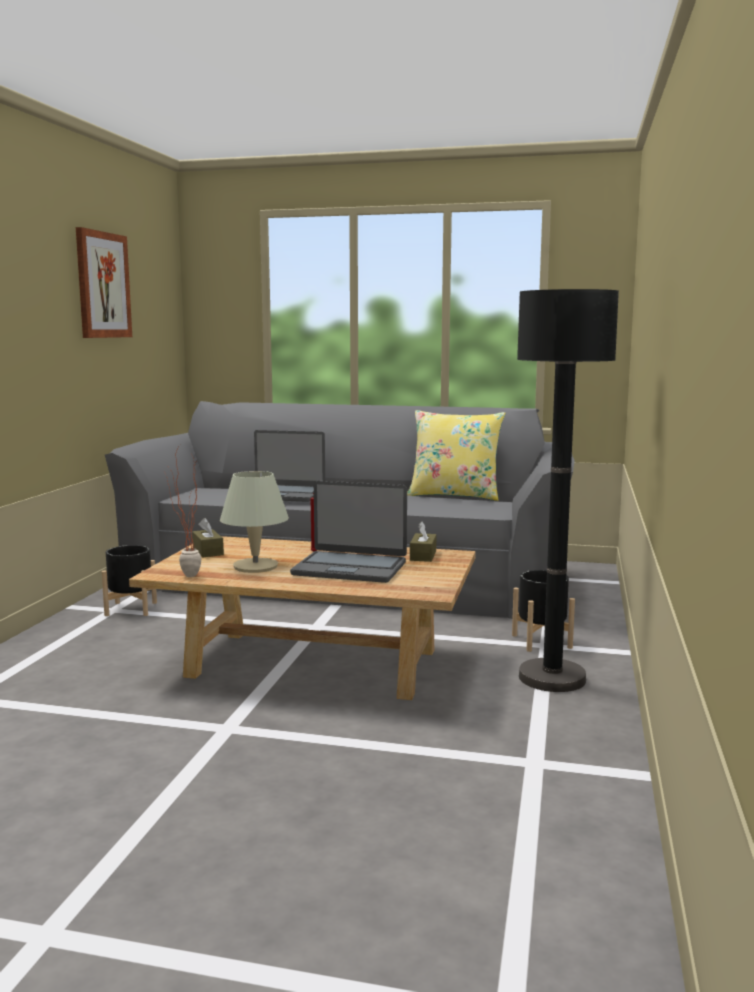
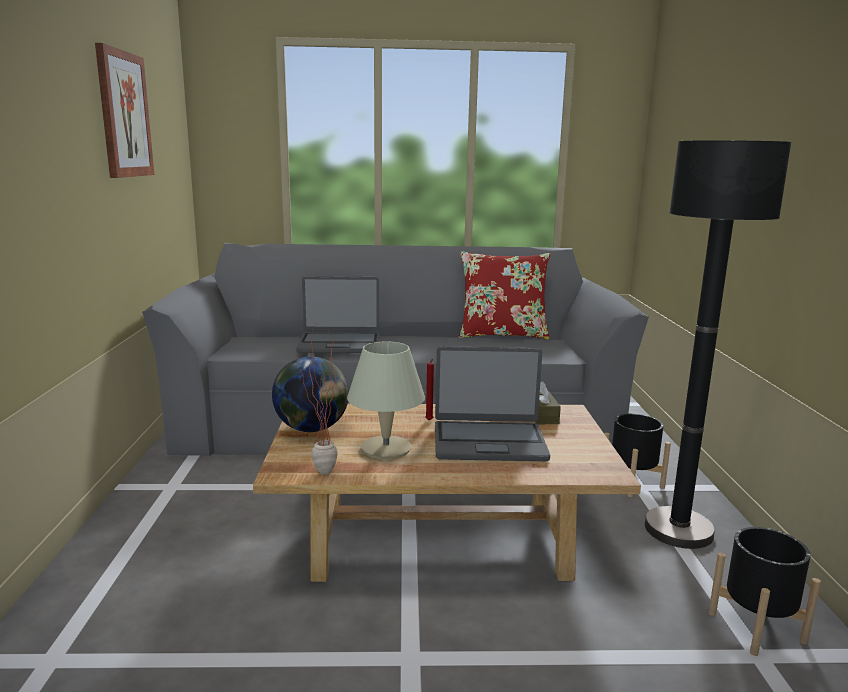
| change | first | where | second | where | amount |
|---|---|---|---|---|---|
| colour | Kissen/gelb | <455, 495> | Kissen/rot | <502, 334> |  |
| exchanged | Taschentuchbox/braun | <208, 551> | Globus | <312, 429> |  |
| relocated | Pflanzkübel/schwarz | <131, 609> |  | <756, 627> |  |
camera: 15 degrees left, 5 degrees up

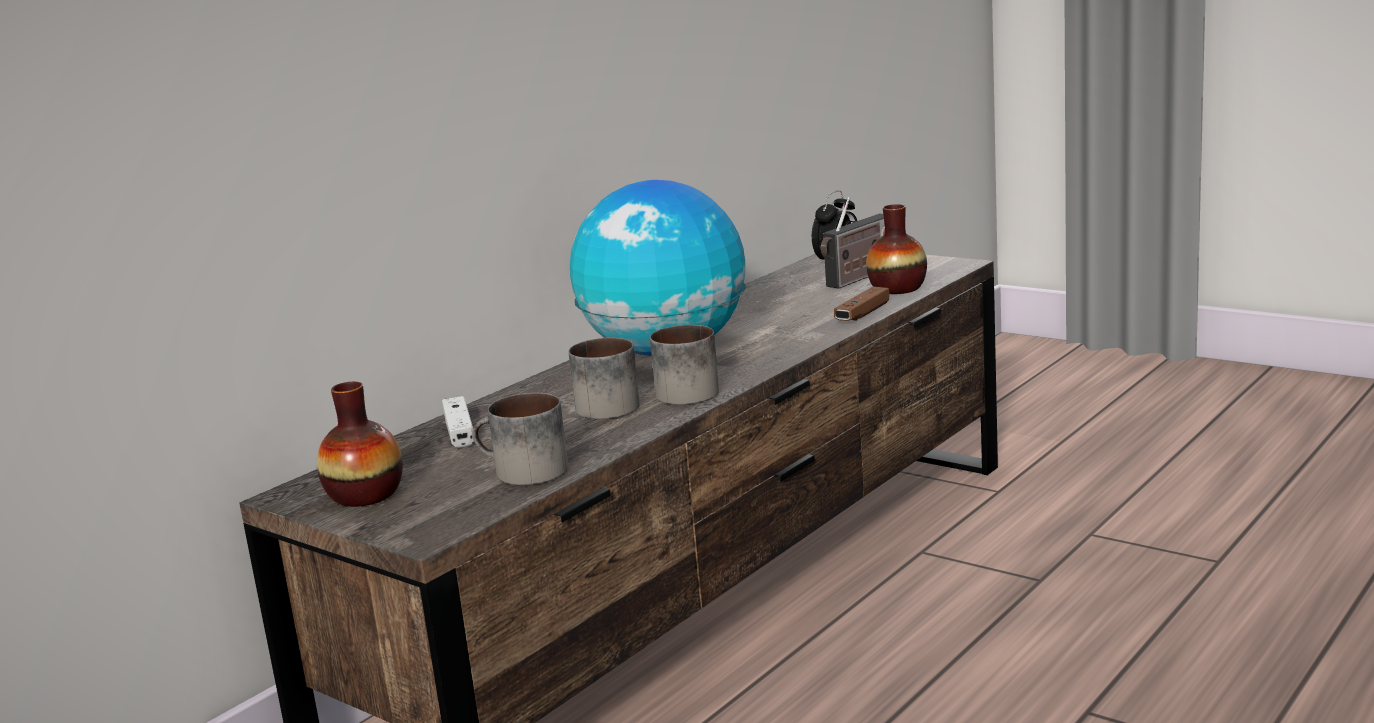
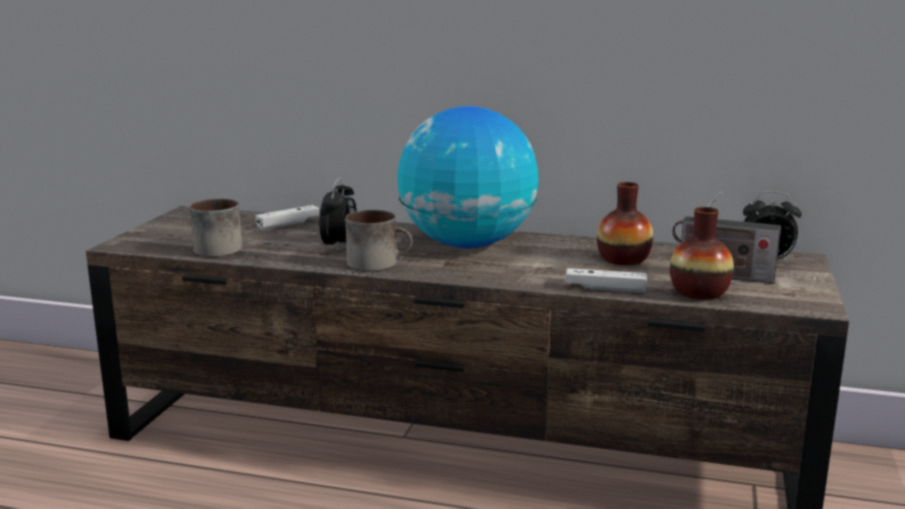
| change | first | where | second | where | amount |
|---|---|---|---|---|---|
| colour | Gamepad/braun | <862, 314> | Gamepad/weiß | <605, 289> |  |
| exchanged | Henkelbecher | <599, 407> | Wecker | <339, 246> |  |
| relocated | Vase | <365, 495> |  | <623, 259> |  |
camera: 65 degrees right, 0 degrees up

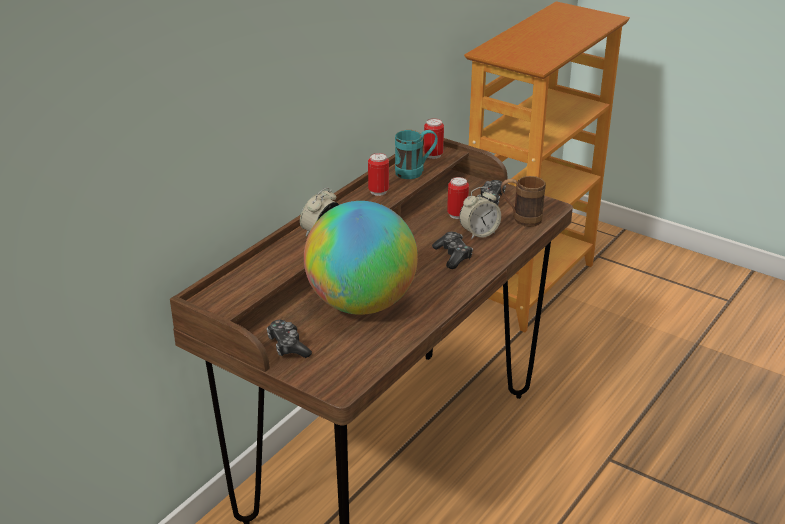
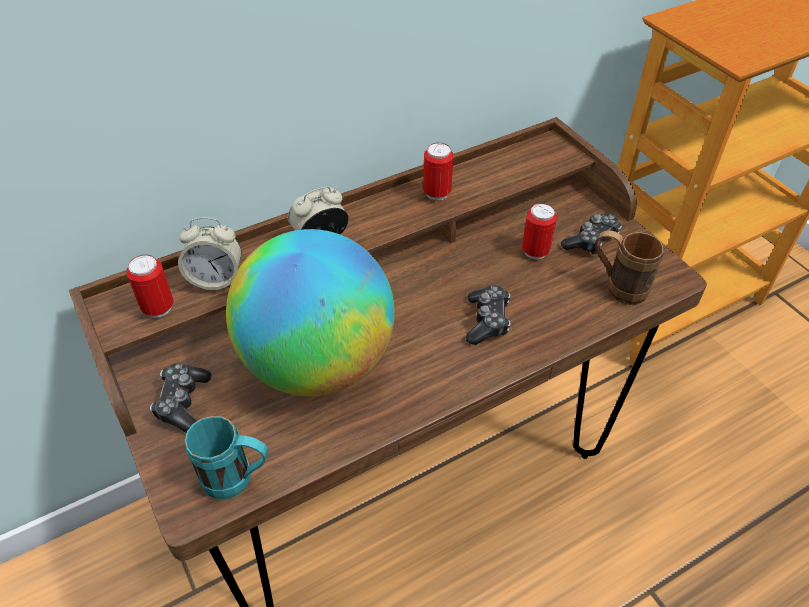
| change | first | where | second | where | amount |
|---|---|---|---|---|---|
| relocated | Dose | <433, 155> |  | <158, 308> |  |
| relocated | Henkelbecher/türkis | <415, 172> |  | <238, 480> |  |
| relocated | Wecker | <479, 233> |  | <216, 279> |  |
camera: 25 degrees right, 15 degrees up

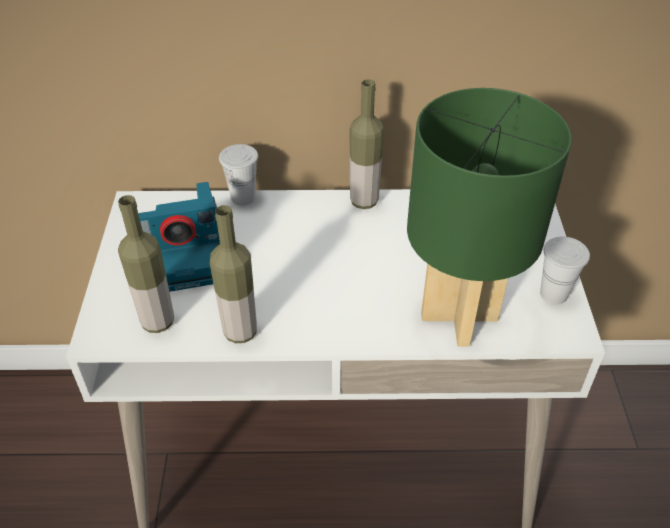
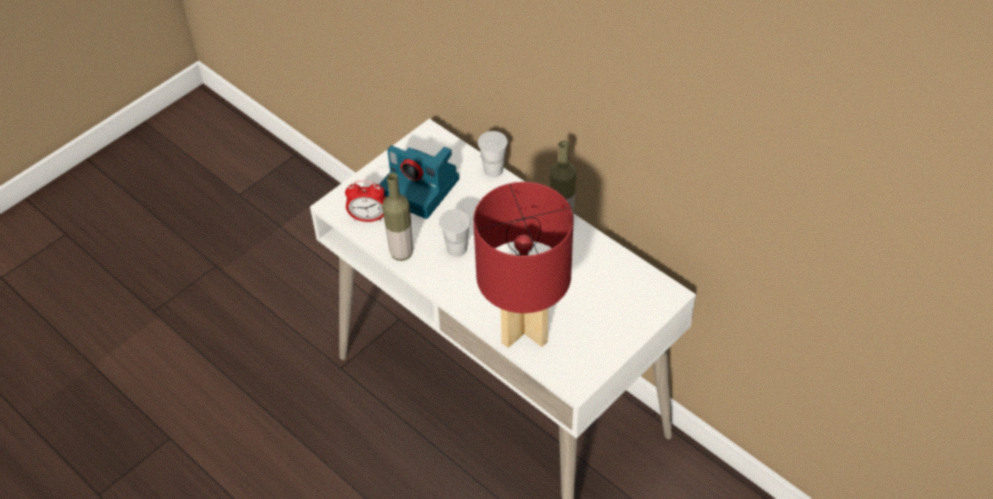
| change | first | where | second | where | amount |
|---|---|---|---|---|---|
| colour | Tischlampe/grün | <458, 315> | Tischlampe/rot | <524, 328> |  |
| exchanged | Flasche | <158, 322> | Wecker | <368, 218> |  |
| relocated | Tasse/weiß | <553, 294> |  | <457, 249> |  |
camera: 45 degrees right, 5 degrees up

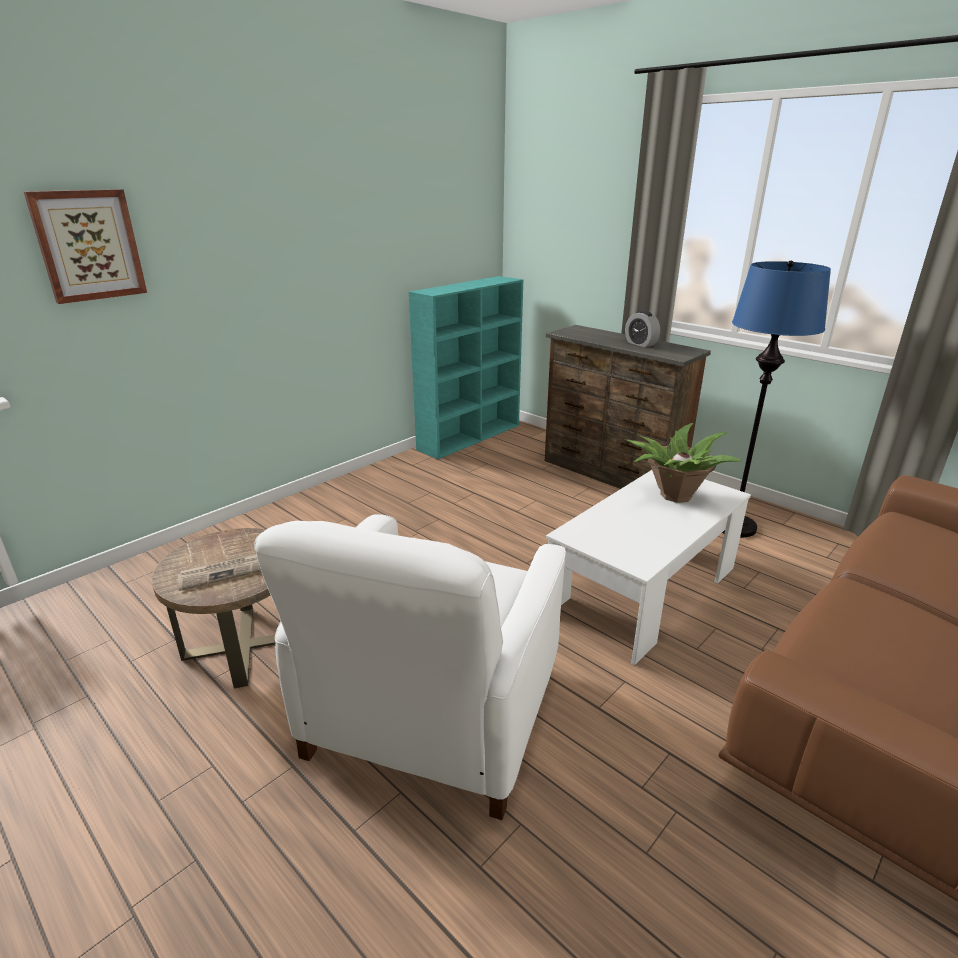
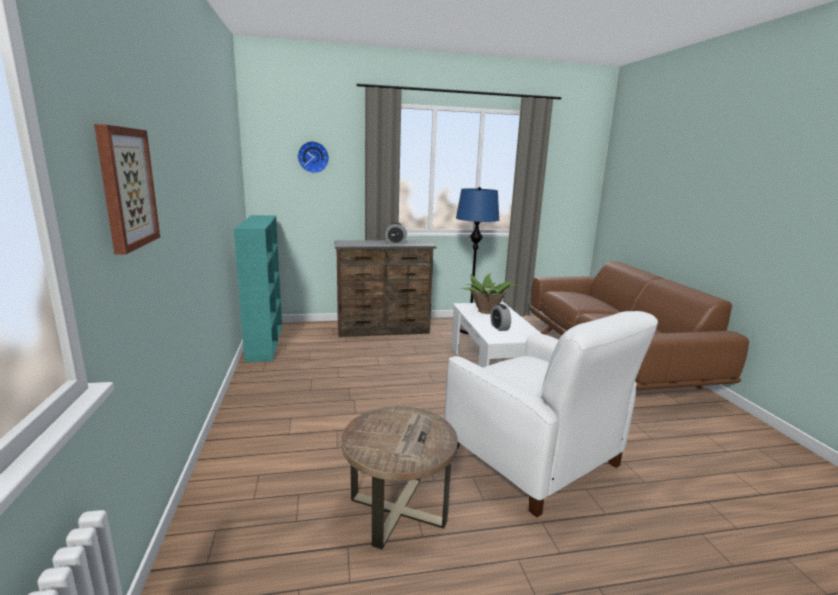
| change | first | where | second | where | amount |
|---|---|---|---|---|---|
| appeared |  |  | Wanduhr | <313, 157> |  |
| appeared |  |  | Wecker | <499, 327> |  |
camera: 55 degrees left, 10 degrees down

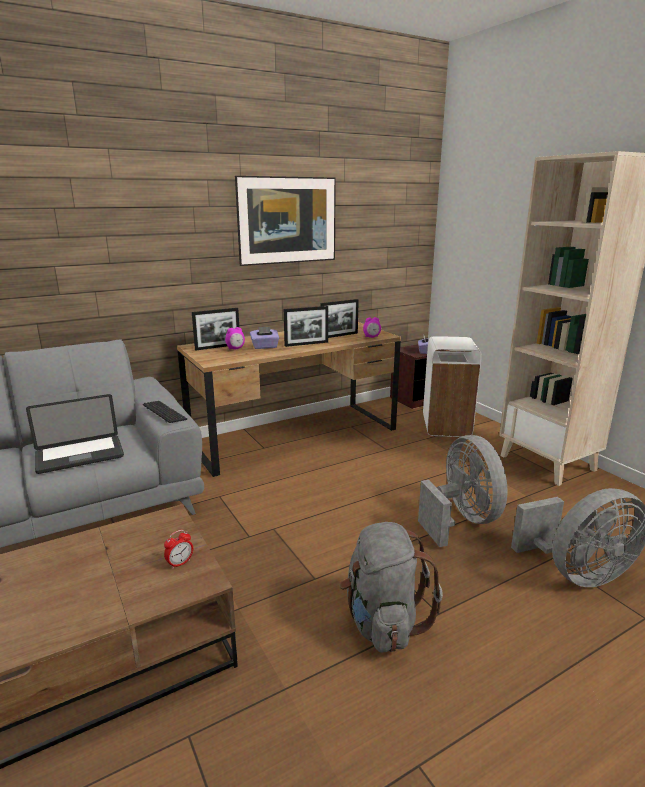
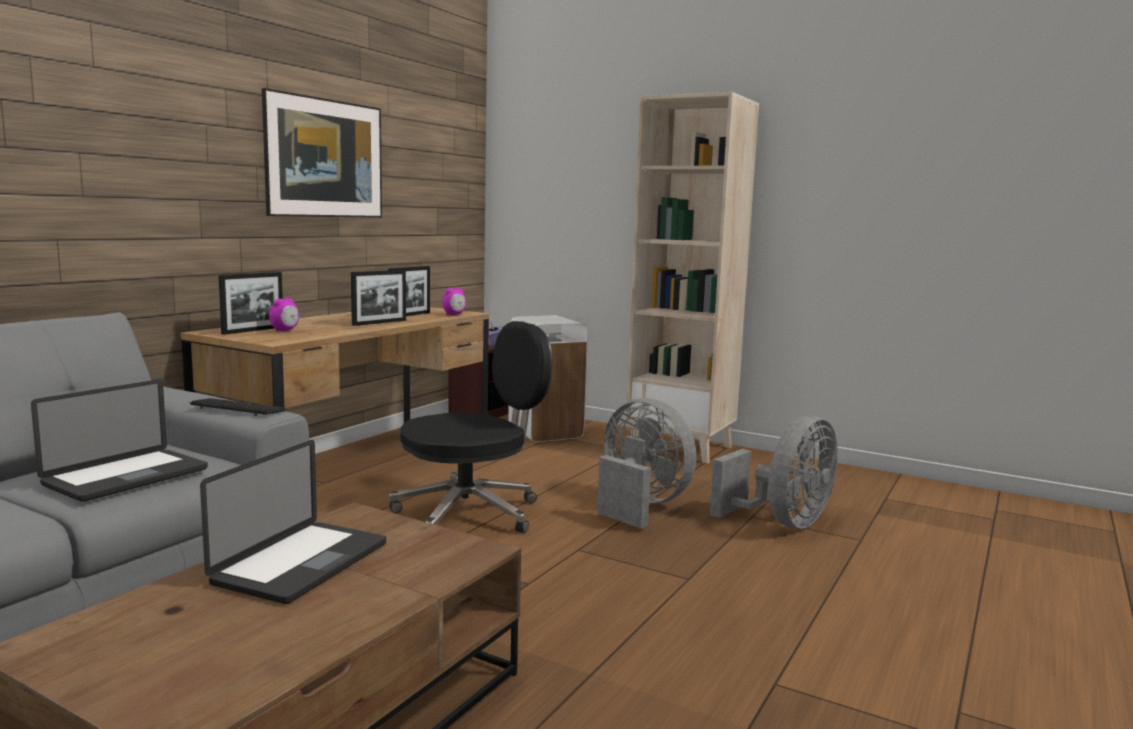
| change | first | where | second | where | amount |
|---|---|---|---|---|---|
| missing | Taschentuchbox/lila | <265, 347> |  |  |  |
| missing | Rucksack/grau | <383, 622> |  |  |  |
| missing | Wecker | <180, 563> |  |  |  |
| appeared |  |  | Bürostuhl/schwarz | <471, 513> |  |
| appeared |  |  | Laptop | <302, 563> |  |
camera: 30 degrees left, 10 degrees down

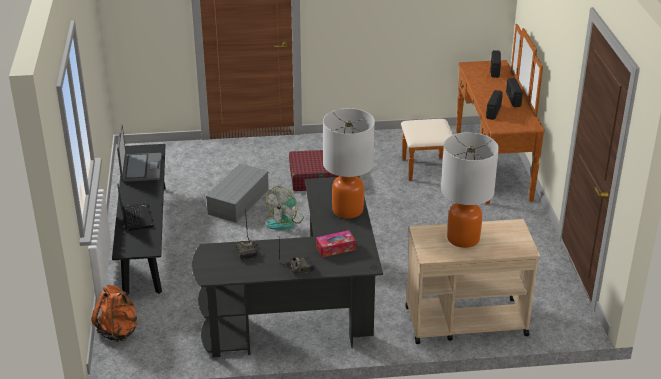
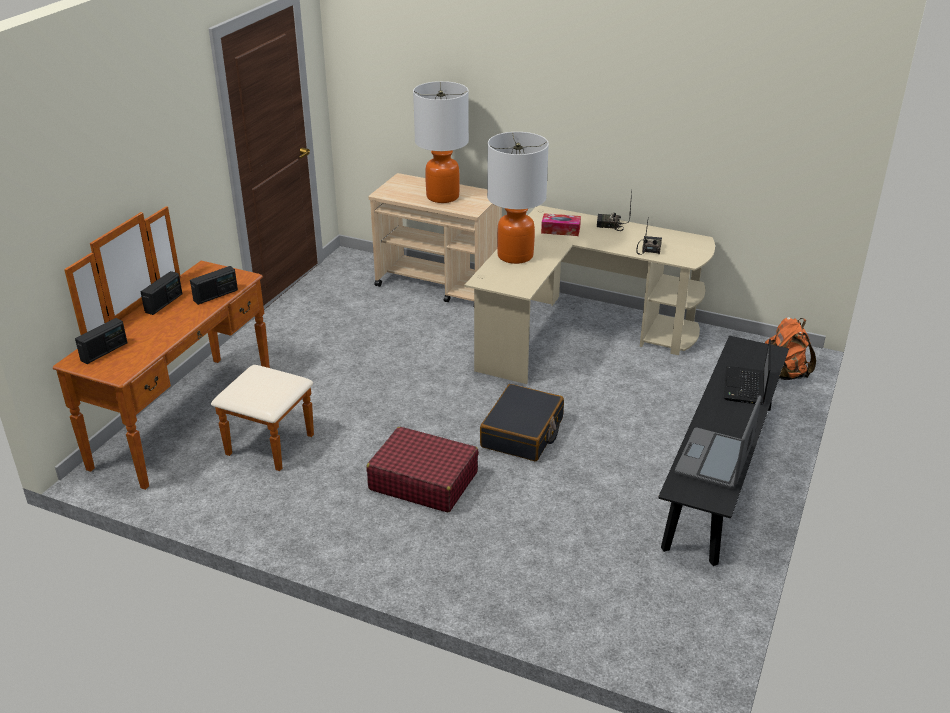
| change | first | where | second | where | amount |
|---|---|---|---|---|---|
| missing | Aufbewahrungsbox/grau | <238, 201> |  |  |  |
| colour | Schreibtisch/schwarz | <305, 313> | Schreibtisch/beige | <578, 333> |  |
| exchanged | Ventilator | <285, 221> | Koffer/schwarz | <522, 433> |  |
camera: 150 degrees left, 0 degrees up

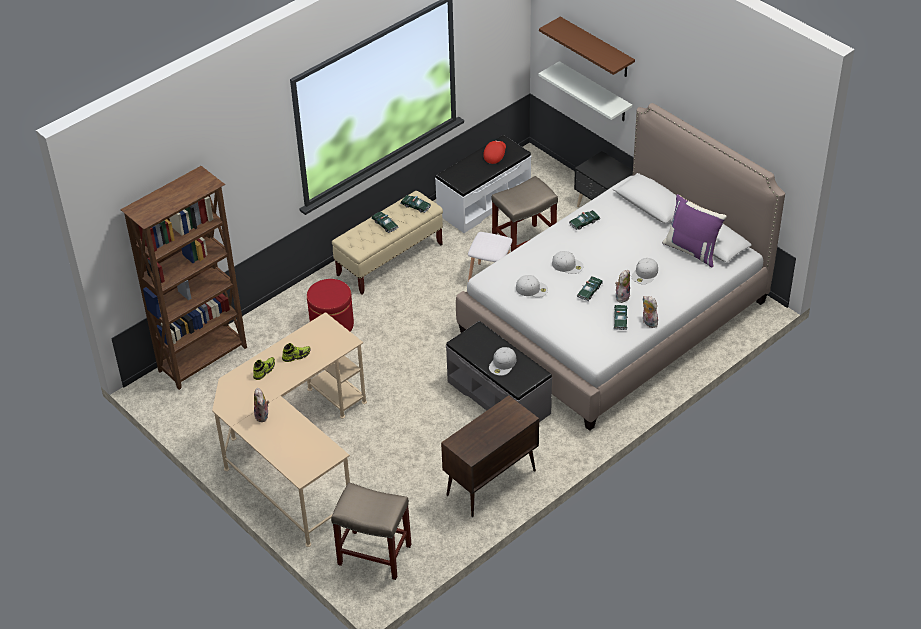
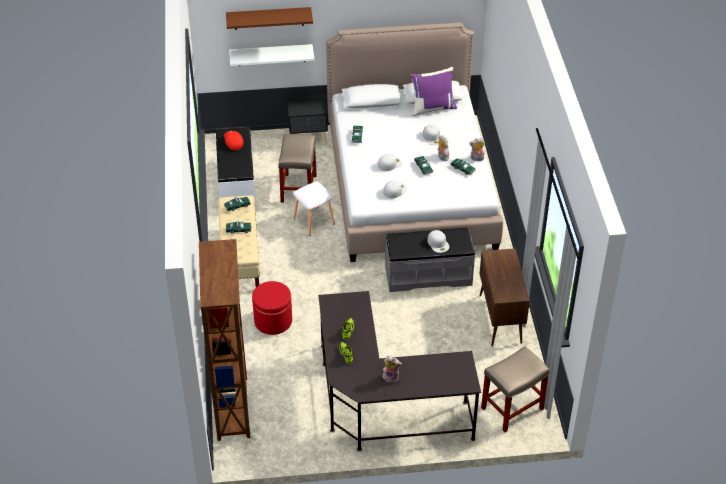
| change | first | where | second | where | amount |
|---|---|---|---|---|---|
| colour | Schreibtisch/beige | <294, 455> | Schreibtisch/schwarz | <381, 404> |  |
camera: 55 degrees left, 0 degrees up

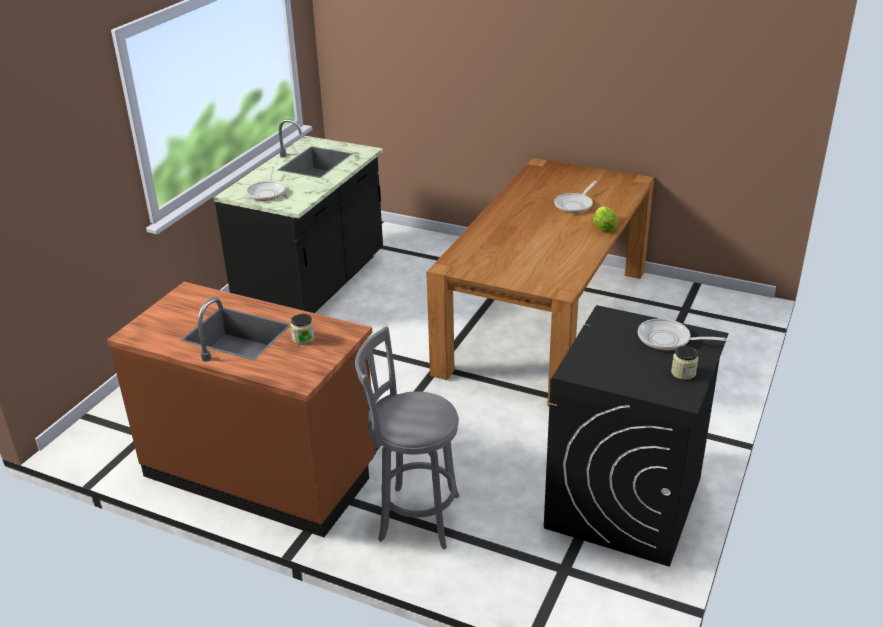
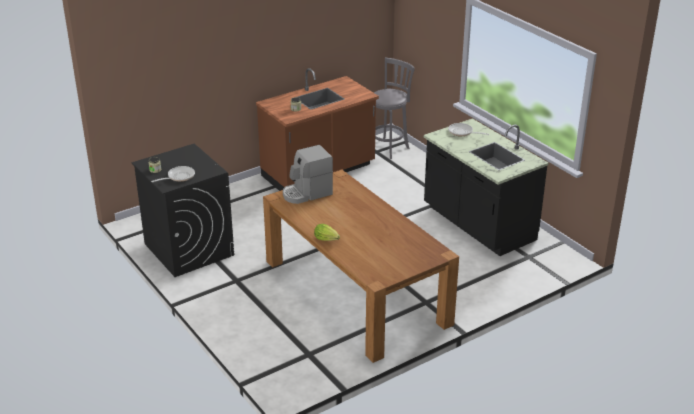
| change | first | where | second | where | amount |
|---|---|---|---|---|---|
| missing | Pfanne | <575, 205> |  |  |  |
| relocated | Hocker/grau | <414, 517> |  | <389, 147> |  |
| appeared |  |  | Kaffeemaschine | <307, 193> |  |
camera: 120 degrees right, 0 degrees up

